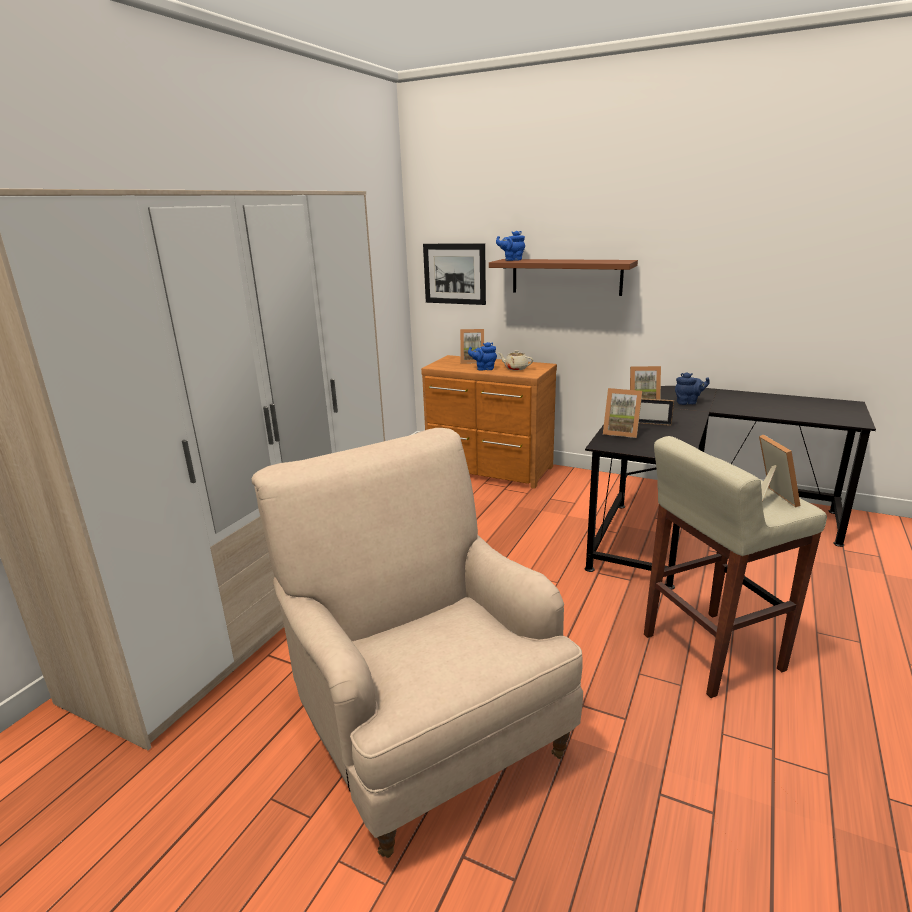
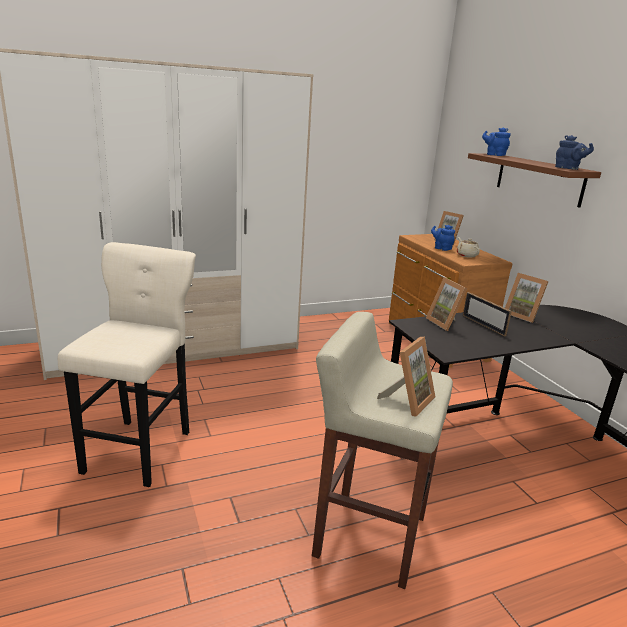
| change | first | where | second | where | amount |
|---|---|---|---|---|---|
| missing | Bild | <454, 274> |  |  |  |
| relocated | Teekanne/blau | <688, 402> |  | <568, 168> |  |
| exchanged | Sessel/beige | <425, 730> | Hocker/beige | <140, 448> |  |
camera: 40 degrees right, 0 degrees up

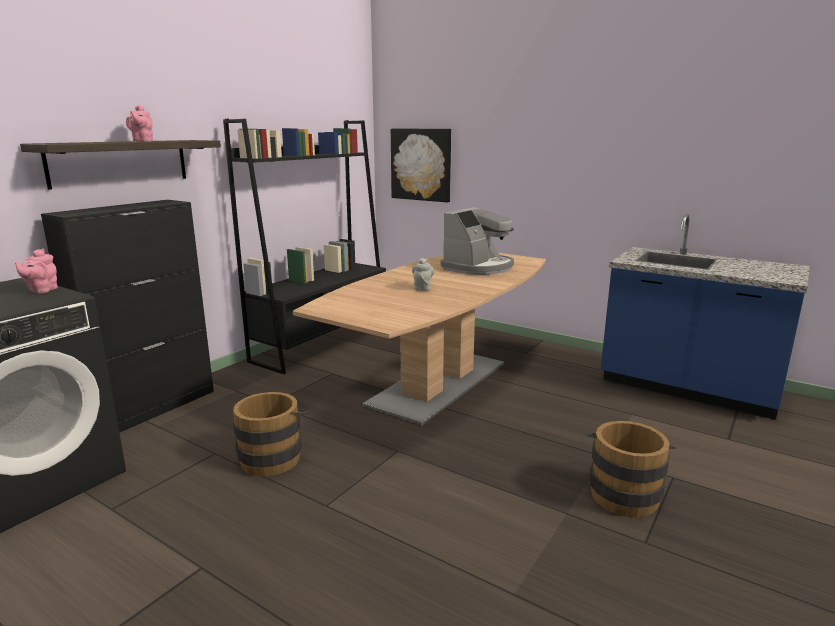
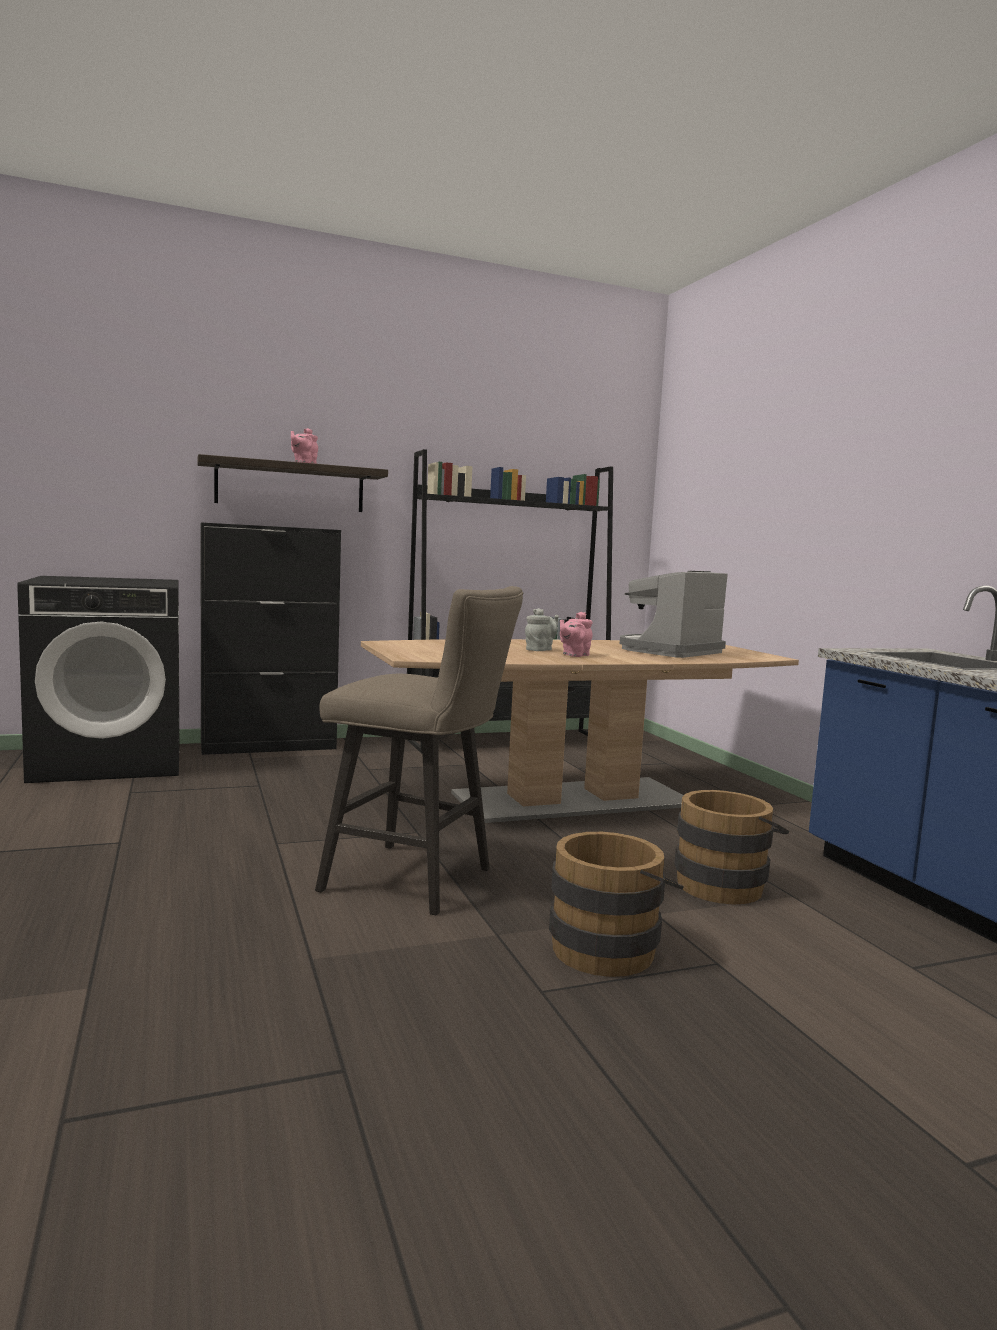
| change | first | where | second | where | amount |
|---|---|---|---|---|---|
| missing | Bild | <421, 164> |  |  |  |
| spun | Kaffeemaschine | <478, 267> |  | <669, 651> | 150 degrees clockwise |
| relocated | Teekanne/rosa | <41, 290> |  | <574, 655> |  |
| relocated | Eimer/braun | <273, 456> |  | <724, 884> |  |
| appeared |  |  | Hocker/beige | <419, 881> |  |
camera: 35 degrees right, 10 degrees down

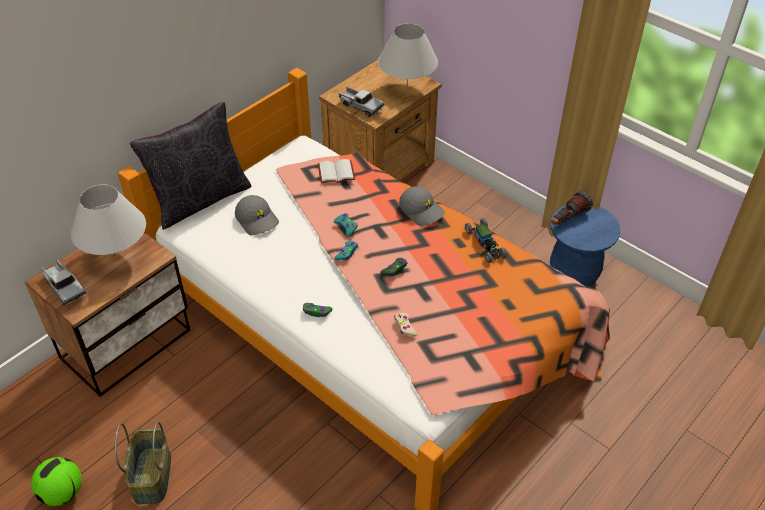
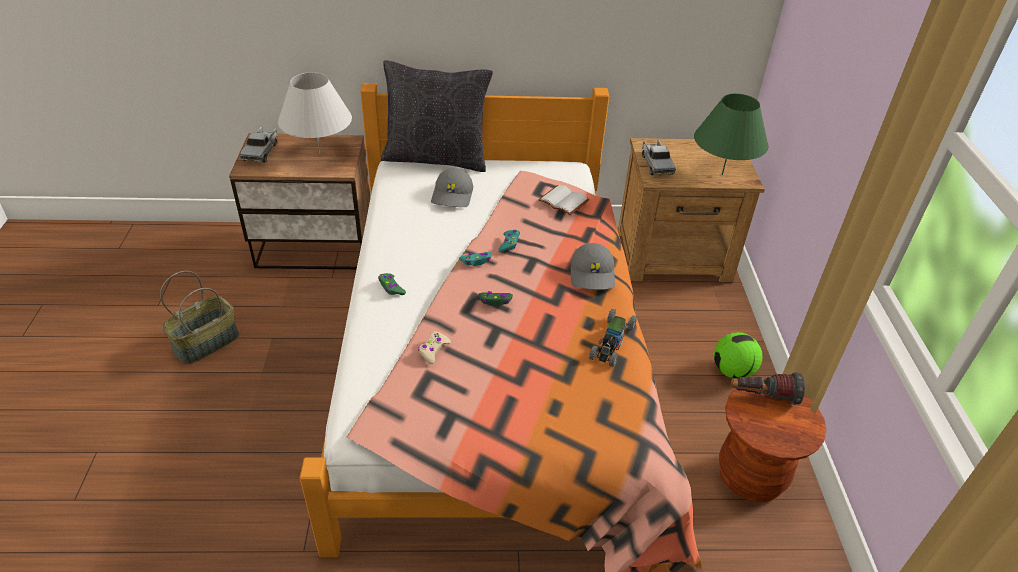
| change | first | where | second | where | amount |
|---|---|---|---|---|---|
| colour | Tischlampe/weiß | <407, 88> | Tischlampe/grün | <722, 174> |  |
| colour | Hocker/blau | <573, 274> | Hocker/braun | <750, 477> |  |
| relocated | Fußball | <63, 492> |  | <732, 371> |  |
camera: 45 degrees right, 5 degrees down

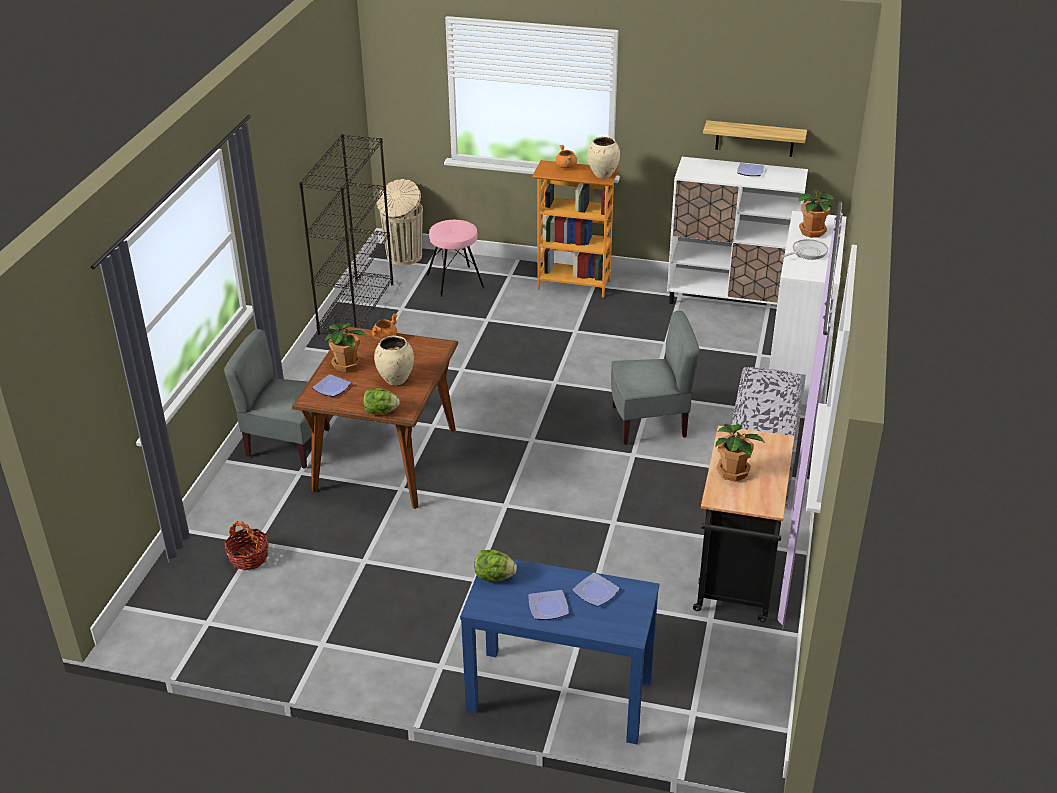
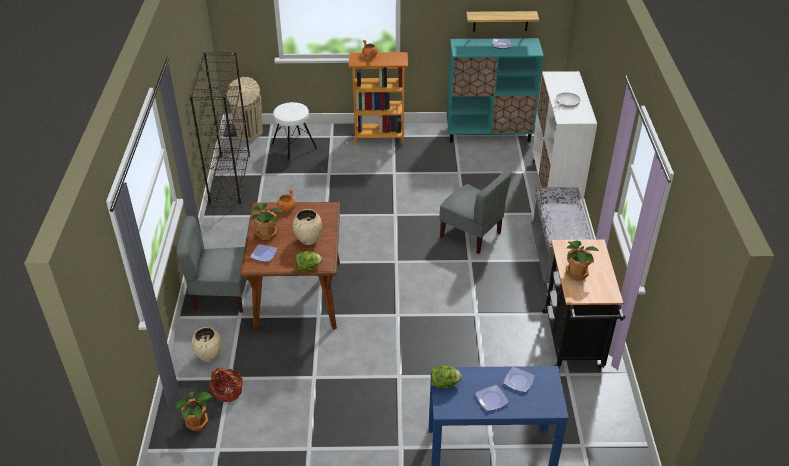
| change | first | where | second | where | amount |
|---|---|---|---|---|---|
| relocated | Vase/beige | <603, 175> |  | <209, 357> |  |
| colour | Schrank/weiß | <729, 300> | Schrank/türkis | <489, 133> |  |
| relocated | Topfpflanze | <813, 232> |  | <198, 423> |  |
| colour | Hocker/rosa | <455, 281> | Hocker/weiß | <294, 146> |  |
| spun | Stuhl/grau | <649, 423> |  | <471, 235> | 60 degrees clockwise |
camera: 15 degrees left, 5 degrees up

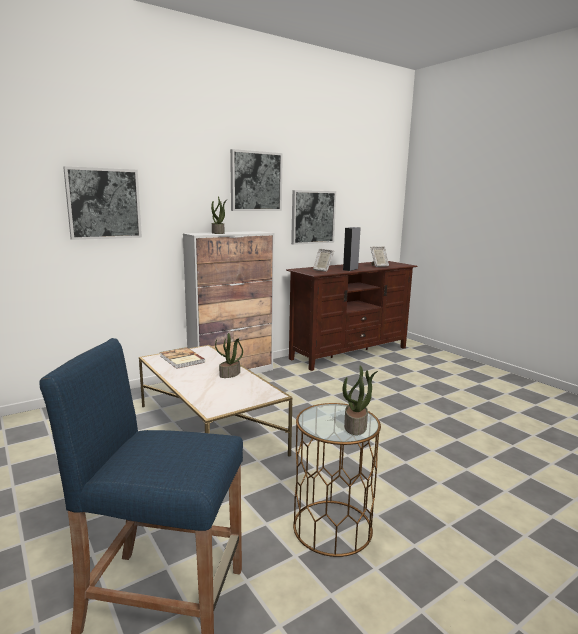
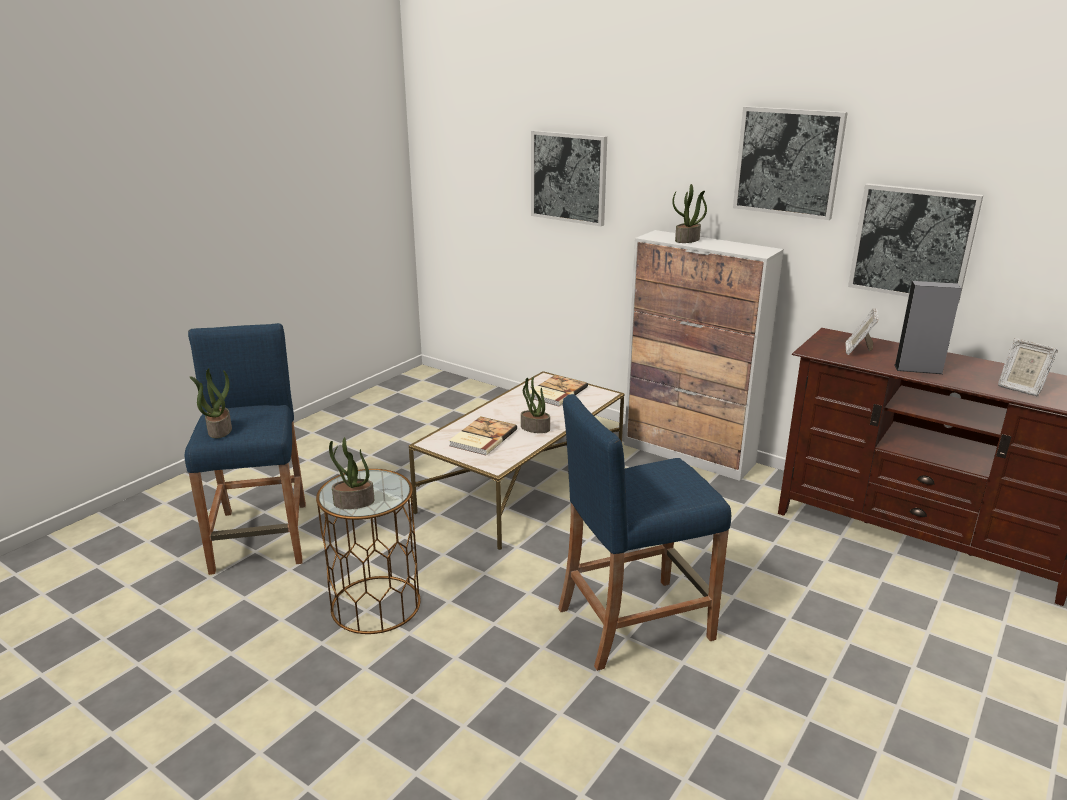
| change | first | where | second | where | amount |
|---|---|---|---|---|---|
| appeared |  |  | Topfpflanze | <219, 430> |  |
| appeared |  |  | Hocker/blau | <634, 622> |  |
| appeared |  |  | Buch | <482, 438> |  |
camera: 70 degrees right, 10 degrees up

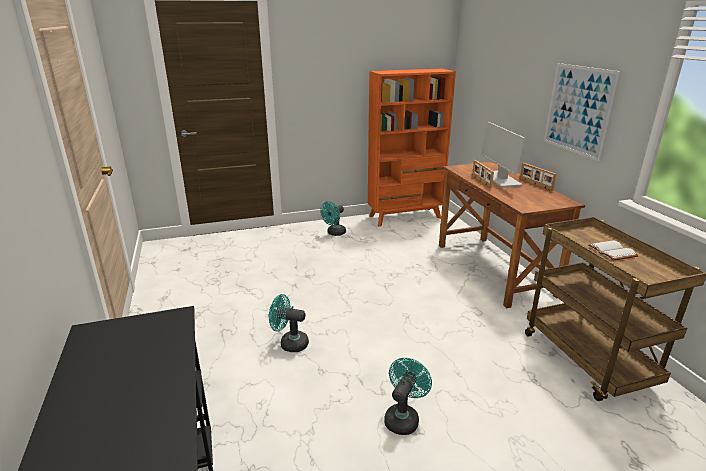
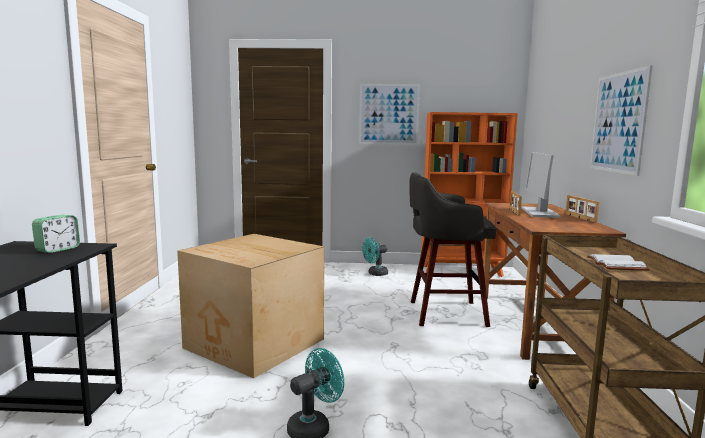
| change | first | where | second | where | amount |
|---|---|---|---|---|---|
| exchanged | Ventilator/türkis | <289, 343> | Karton | <254, 344> |  |
| appeared |  |  | Bild | <389, 114> |  |
| appeared |  |  | Hocker/grau | <444, 313> |  |
| appeared |  |  | Wecker | <58, 249> |  |
camera: 20 degrees right, 15 degrees down

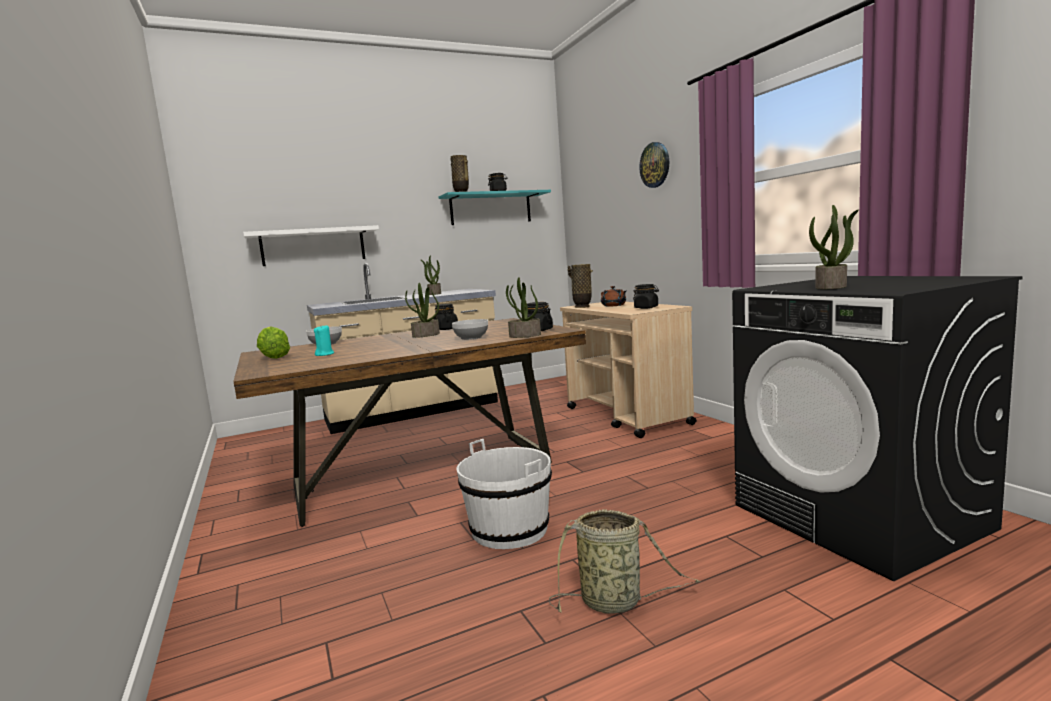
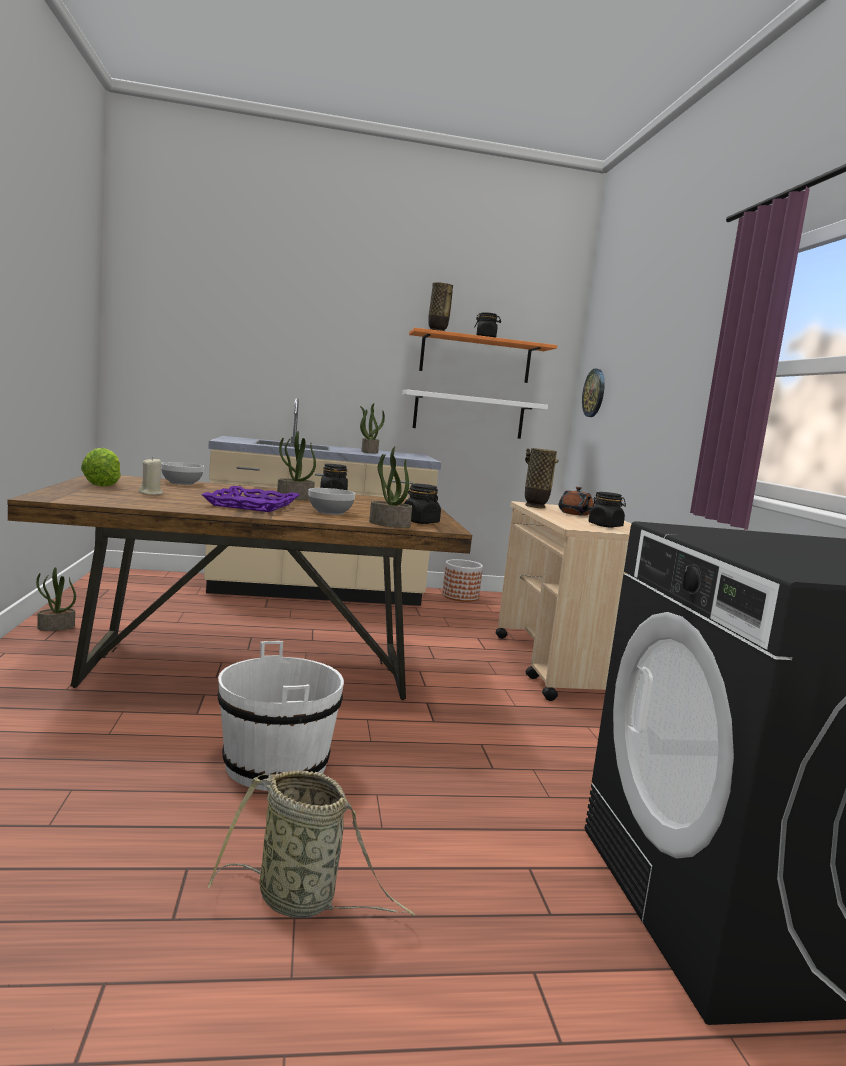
| change | first | where | second | where | amount |
|---|---|---|---|---|---|
| relocated | Wanduhr | <655, 165> |  | <594, 393> |  |
| colour | Wandregal/türkis | <490, 209> | Wandregal/orange | <475, 358> |  |
| relocated | Topfpflanze | <831, 287> |  | <56, 627> |  |
| relocated | Wandregal/weiß | <313, 246> |  | <469, 415> |  |
| colour | Kerze/türkis | <325, 354> | Kerze/beige | <151, 493> |  |
| appeared |  |  | Tablett/lila | <253, 505> |  |
| appeared |  |  | Pflanzkübel | <460, 596> |  |
camera: 15 degrees right, 0 degrees up

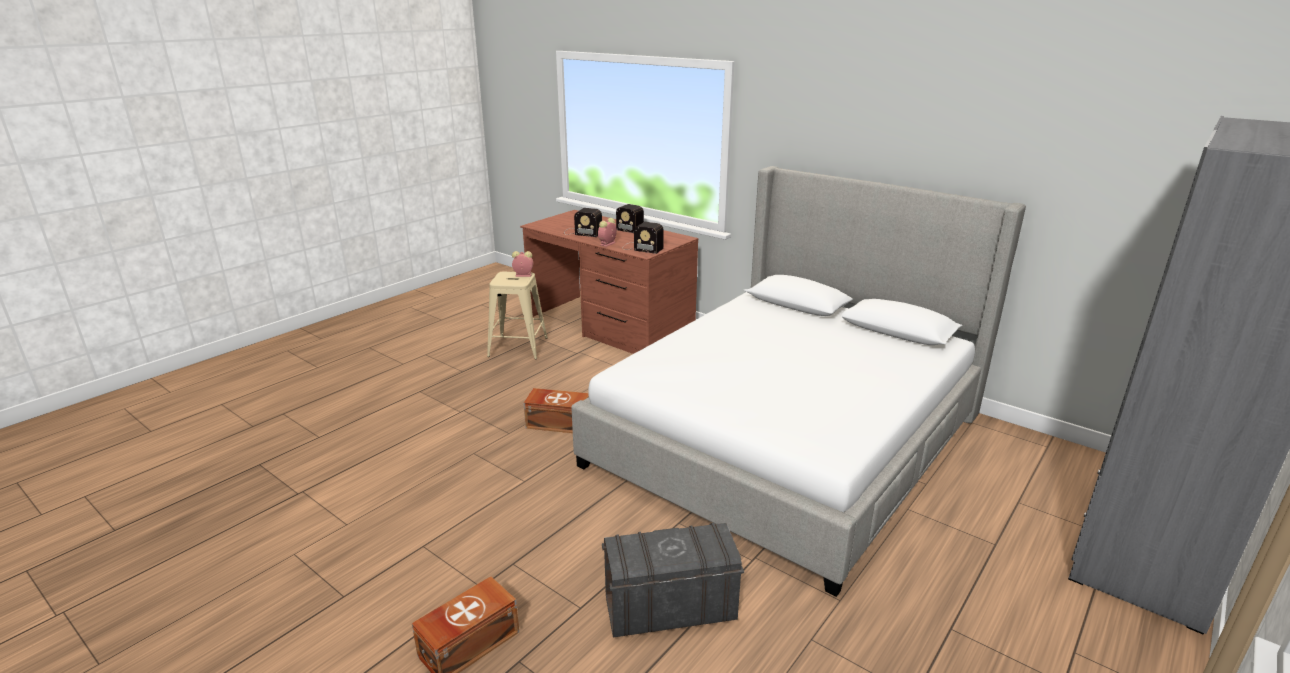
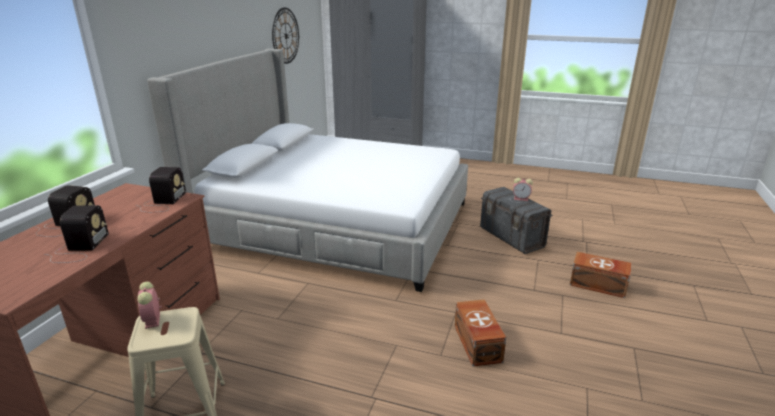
| change | first | where | second | where | amount |
|---|---|---|---|---|---|
| relocated | Wecker | <607, 244> |  | <521, 199> |  |
| relocated | Aufbewahrungsbox/braun | <557, 422> |  | <477, 344> |  |
| appeared |  |  | Wanduhr | <285, 36> |  |
camera: 110 degrees left, 0 degrees up

